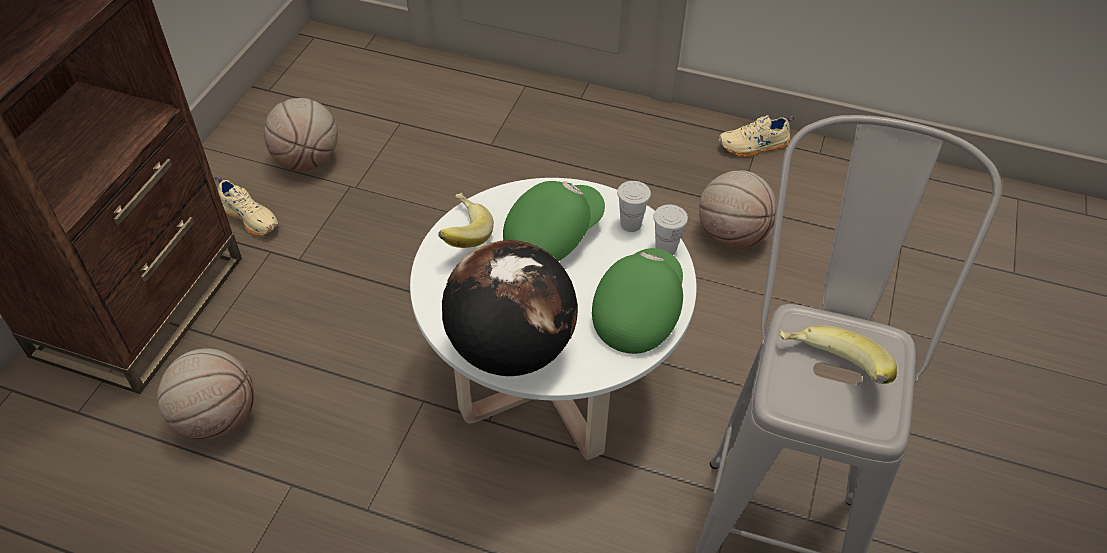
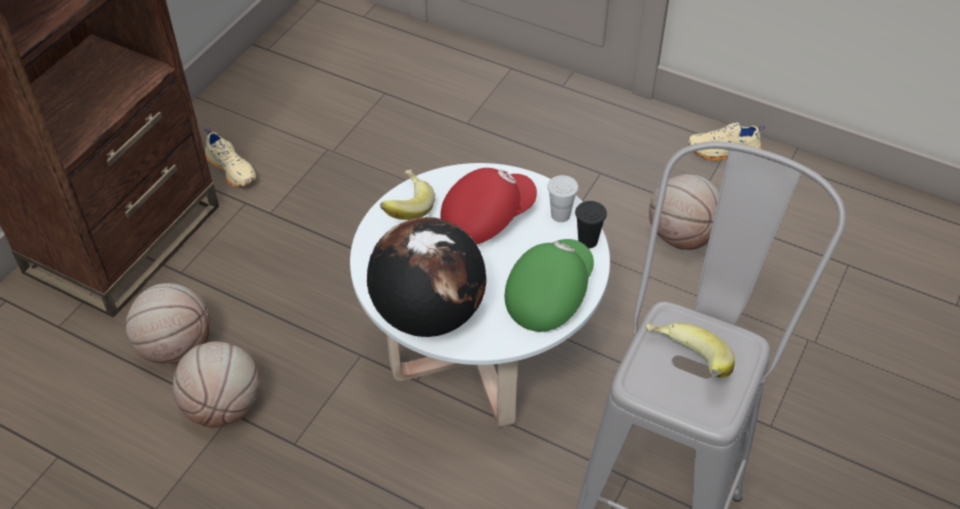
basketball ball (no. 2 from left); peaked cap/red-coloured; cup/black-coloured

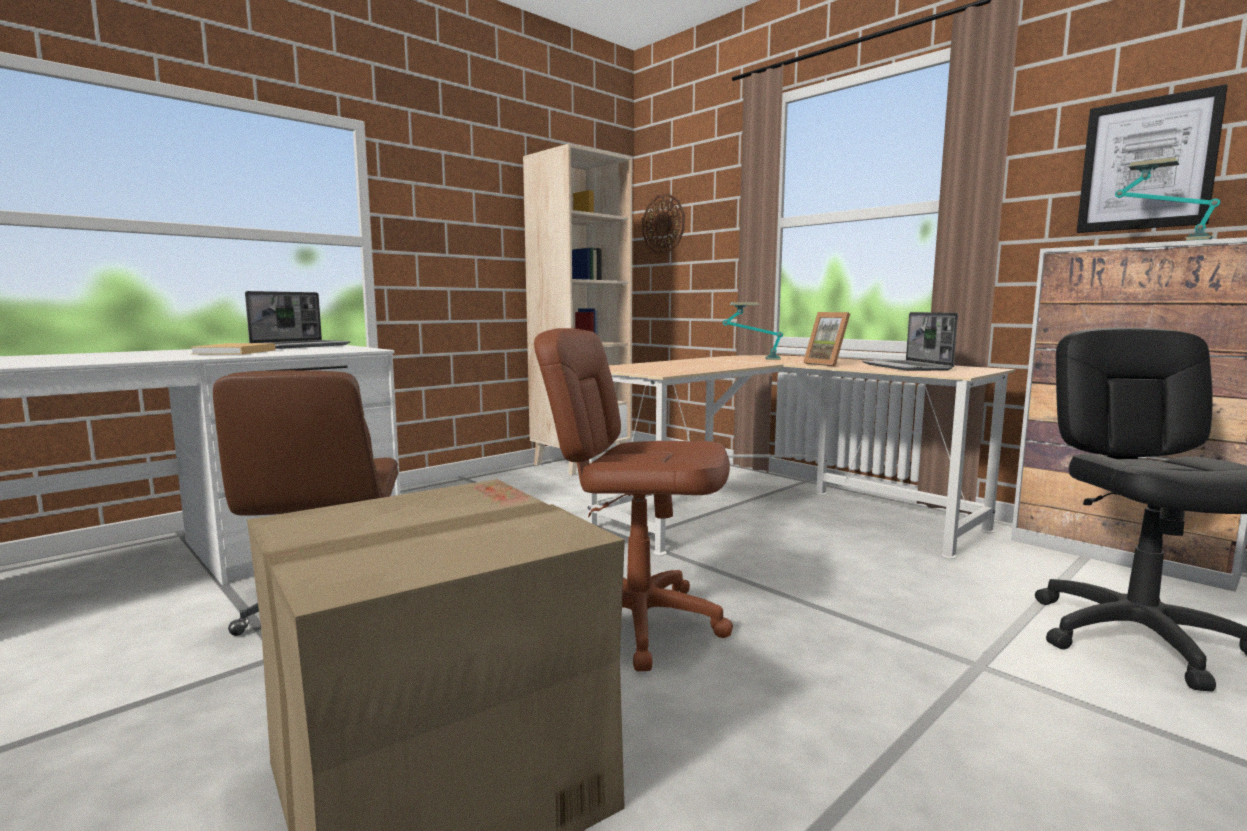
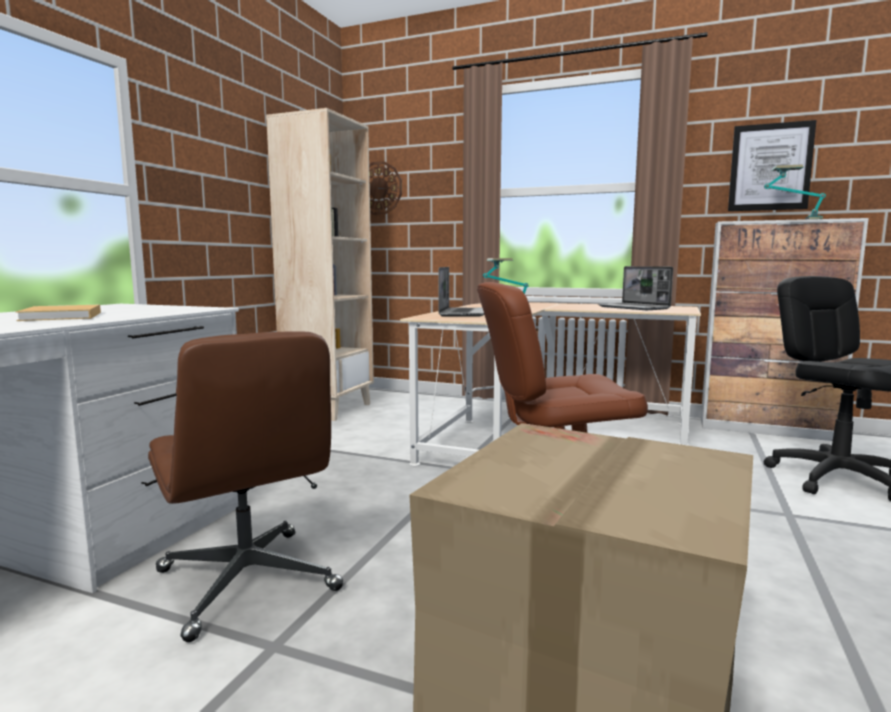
laptop (no. 1 from left); standing frame

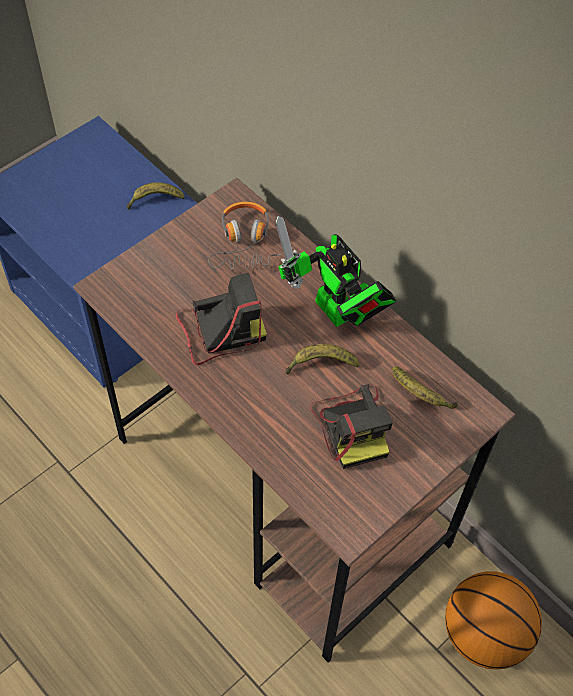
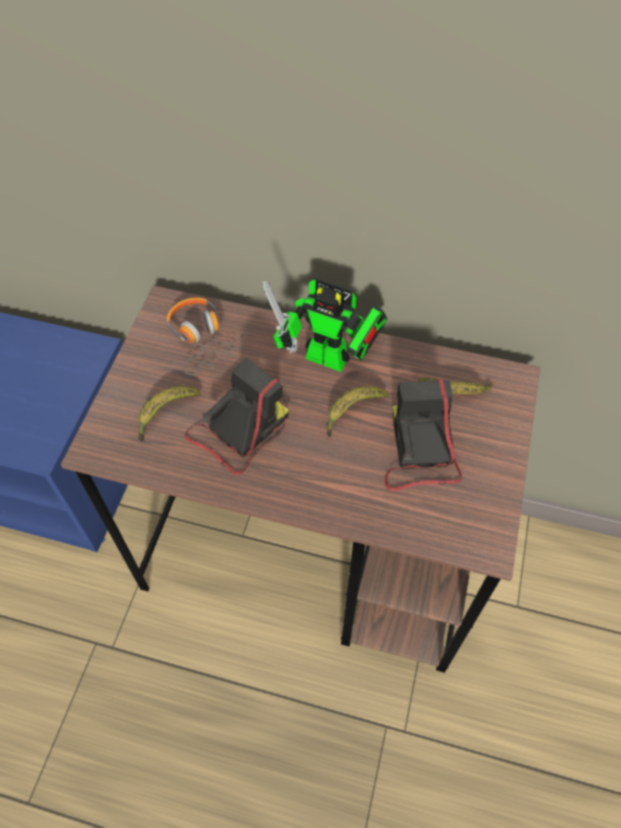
whole banana (no. 1 from left); photo camera (no. 2 from left); basketball ball

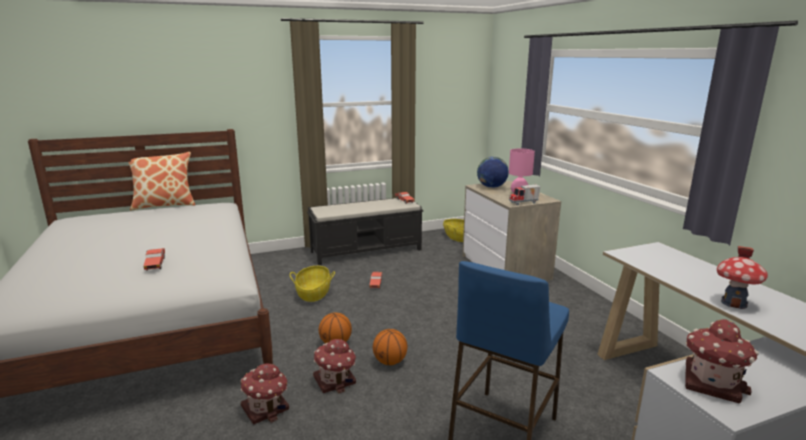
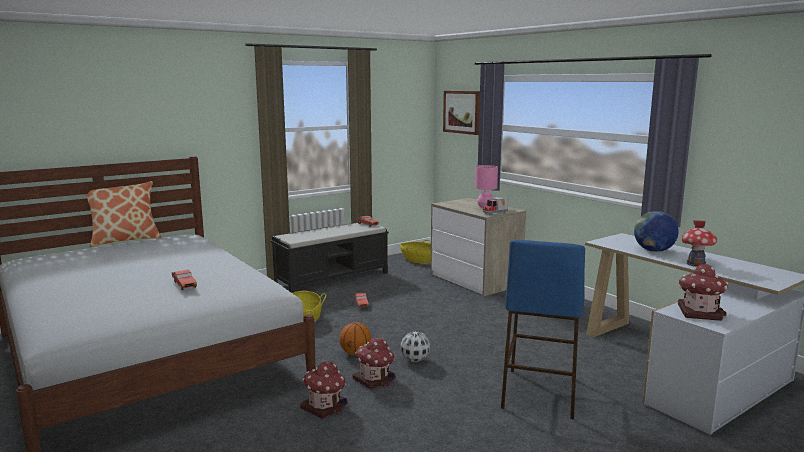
ball for football; globe; wall art

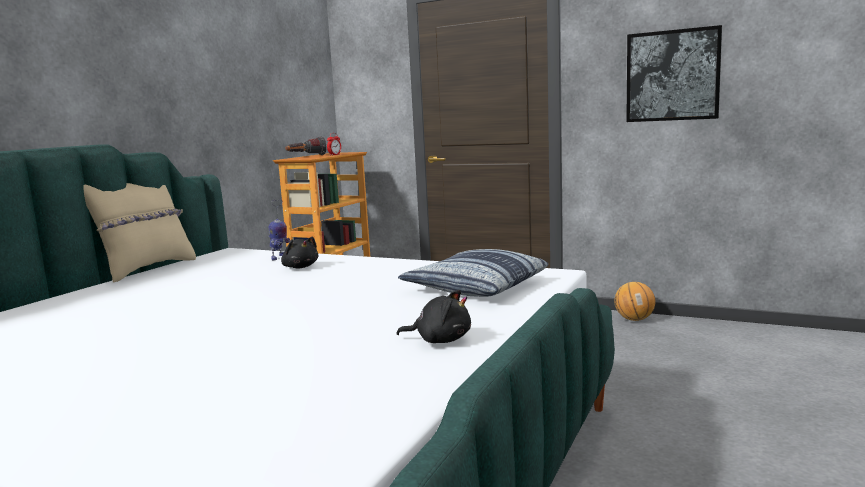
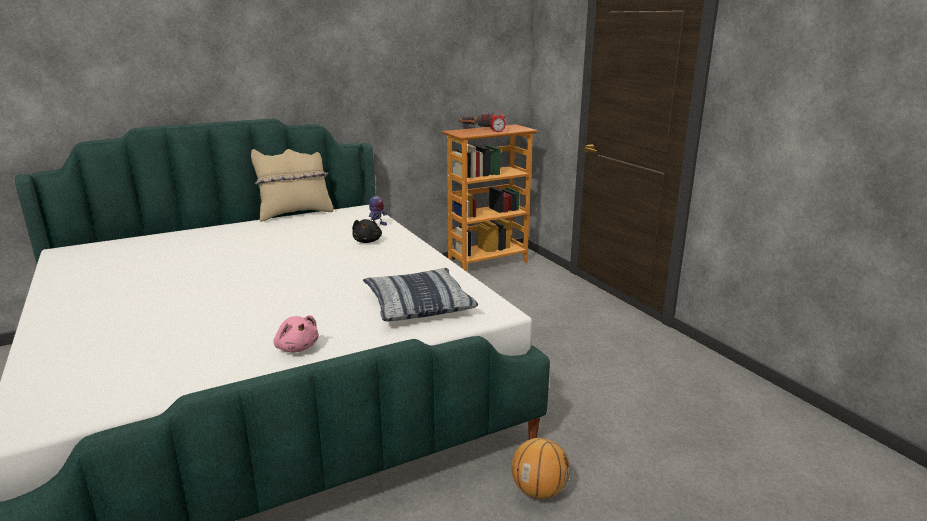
soft toy/pinkish; basketball ball; wall art

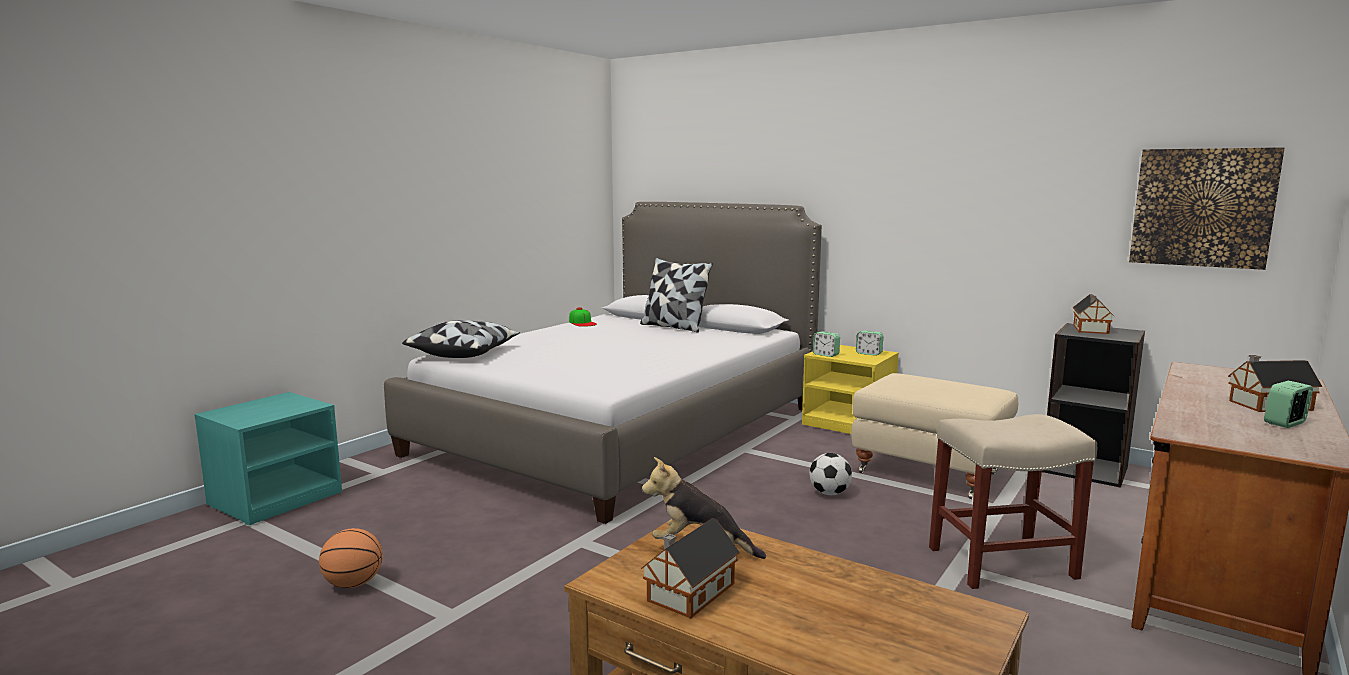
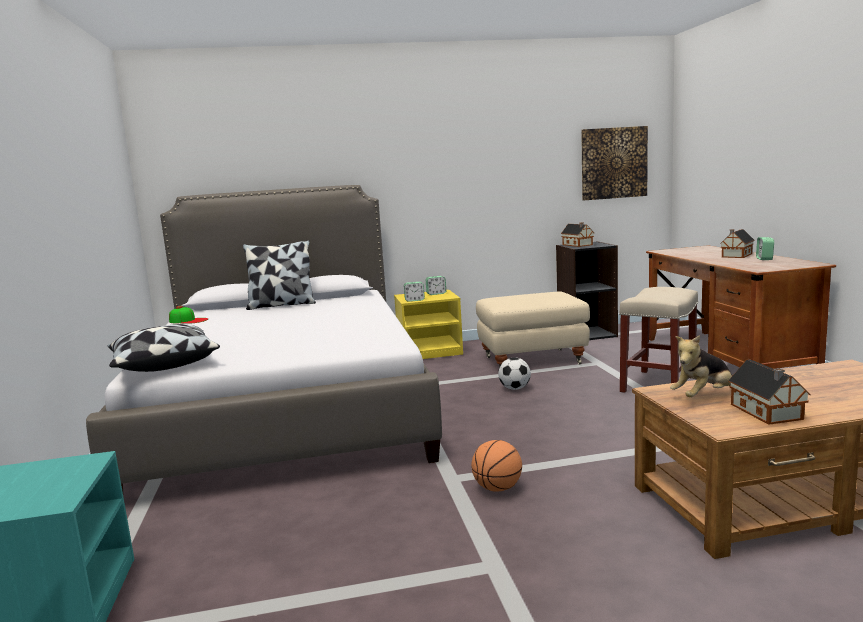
basketball ball

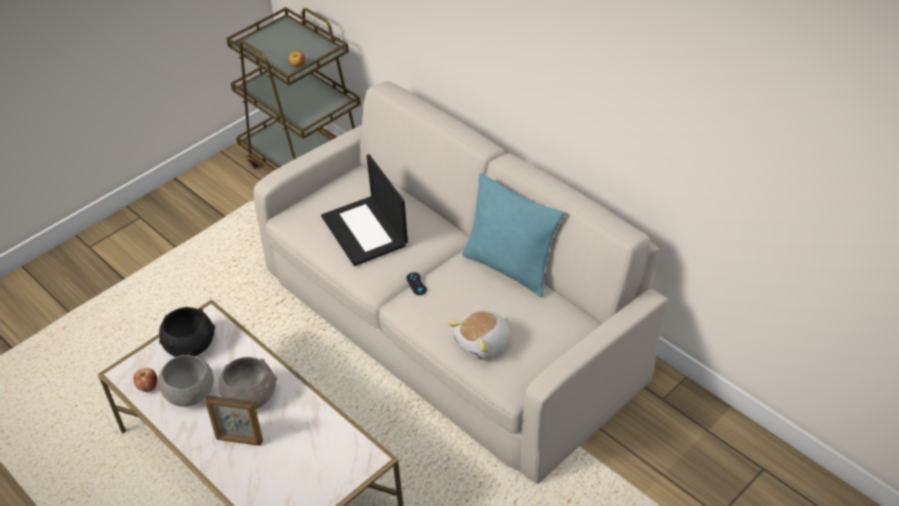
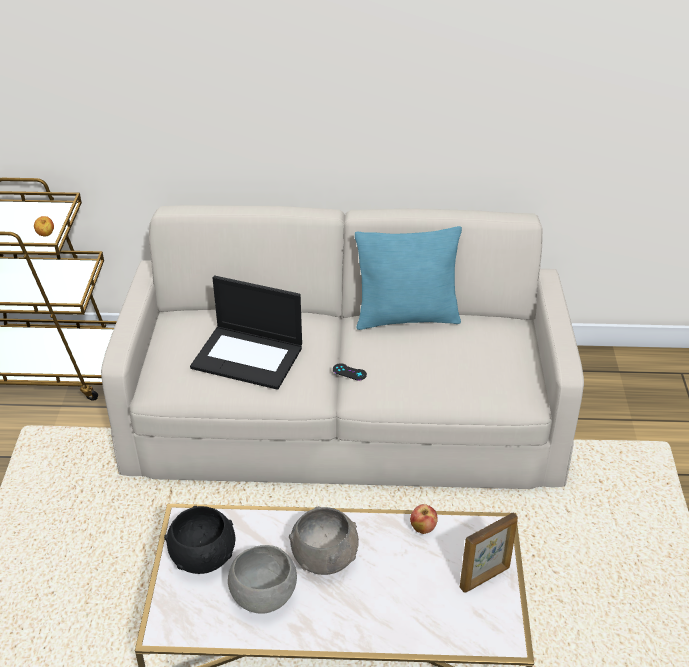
apple fruit (no. 2 from left); standing frame; soft toy

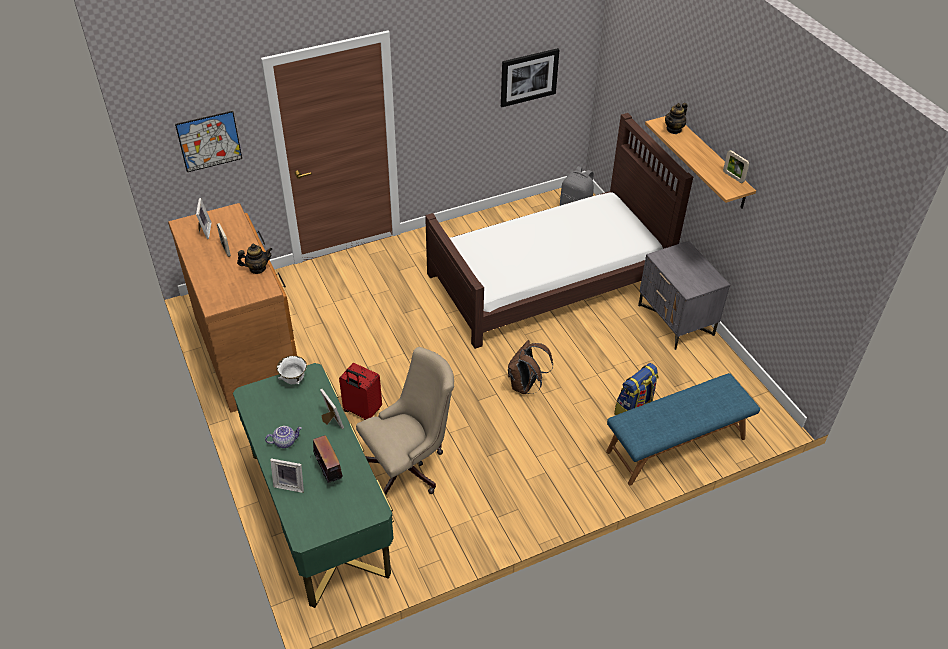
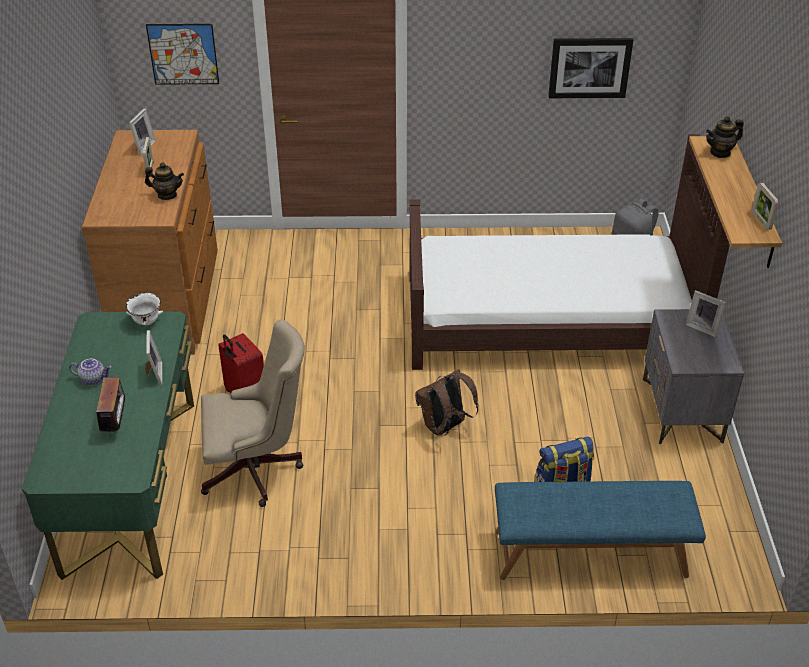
standing frame (no. 4 from left)

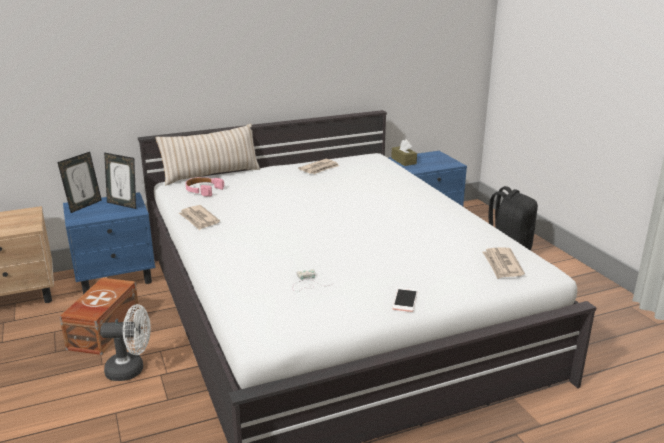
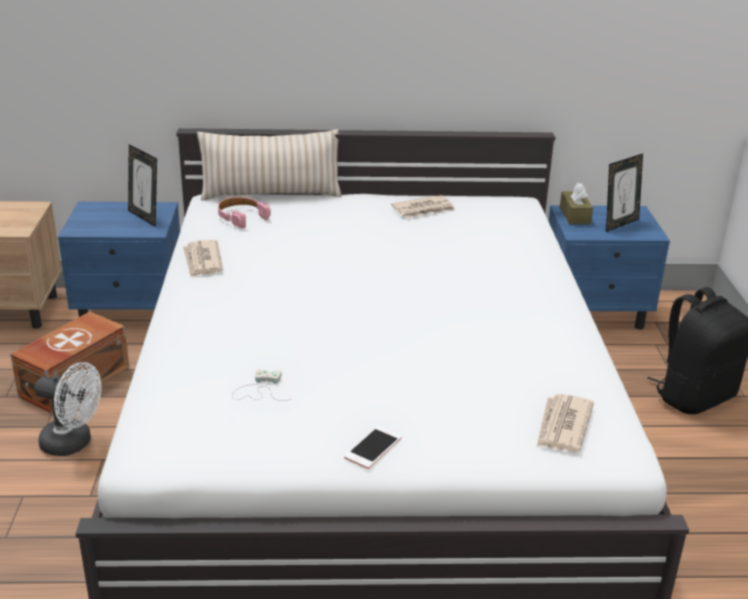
standing frame (no. 2 from left)

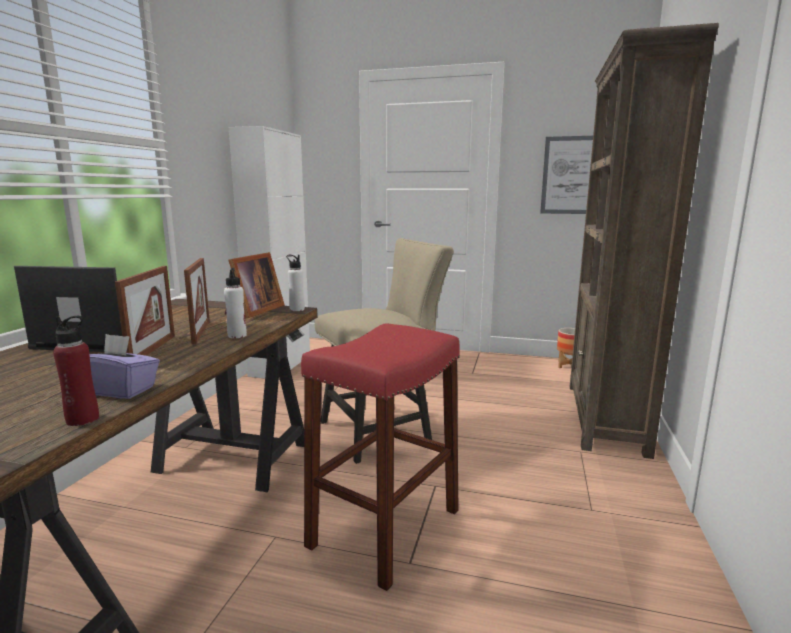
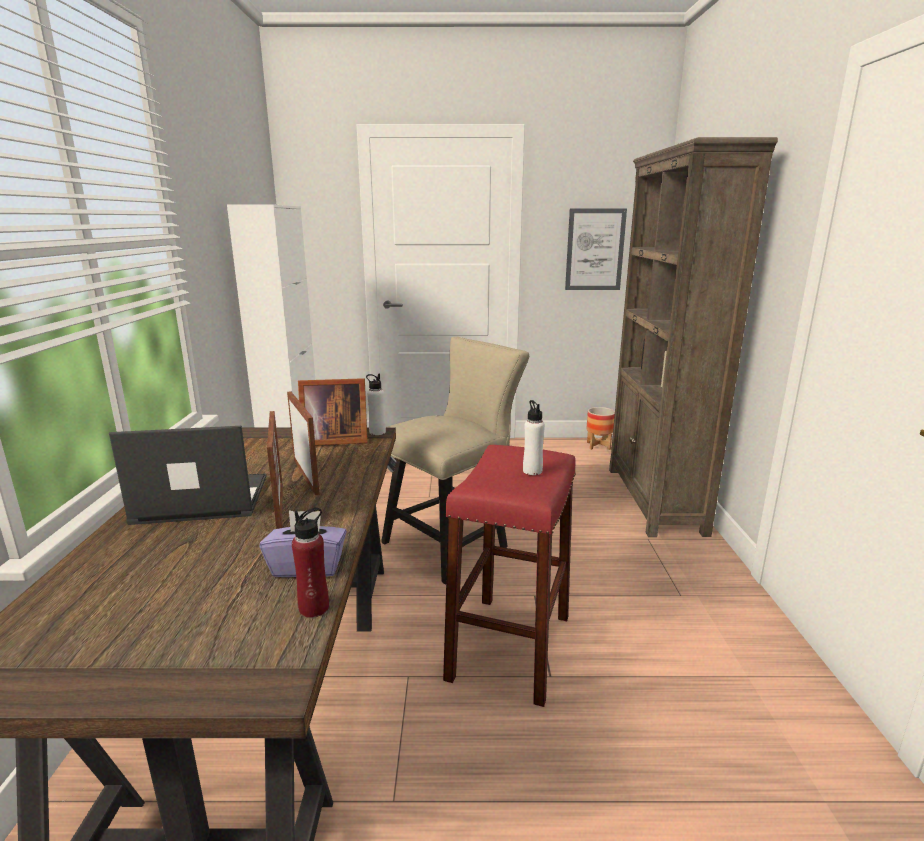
drink bottle/whitish (no. 2 from left); standing frame (no. 3 from left)

